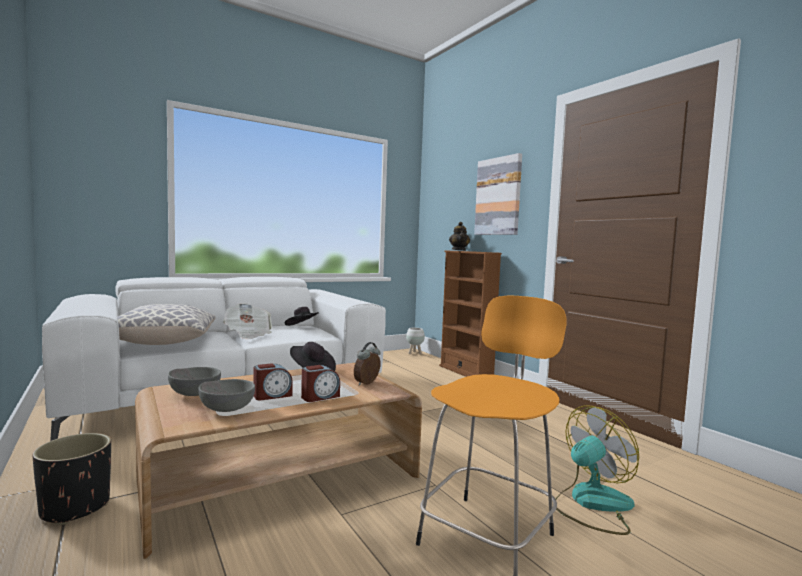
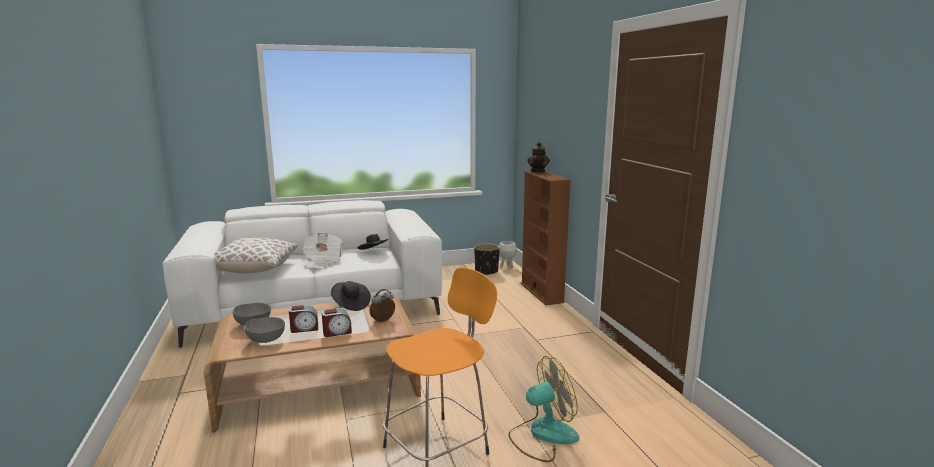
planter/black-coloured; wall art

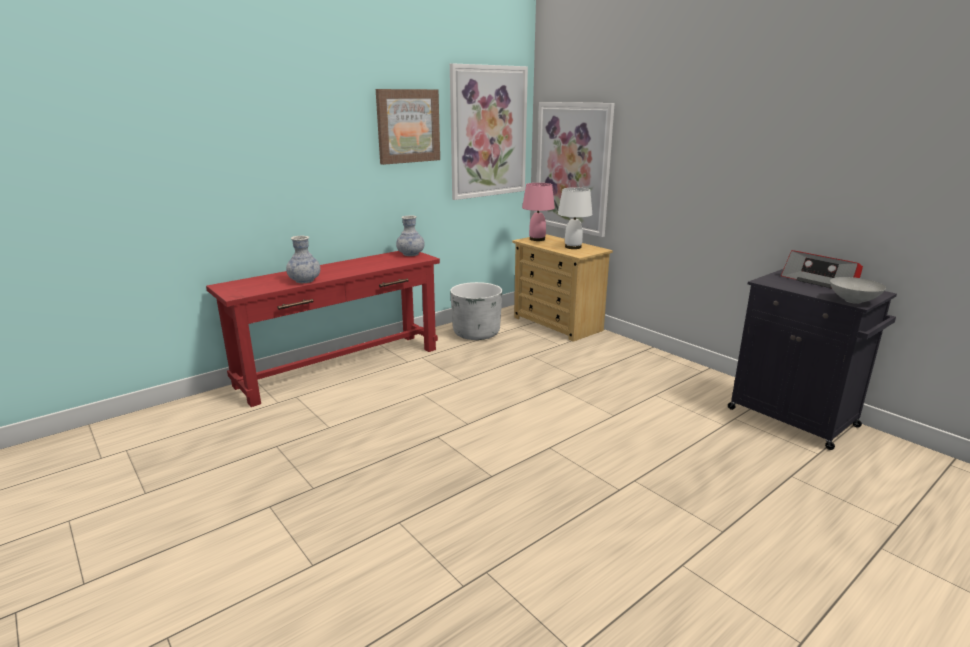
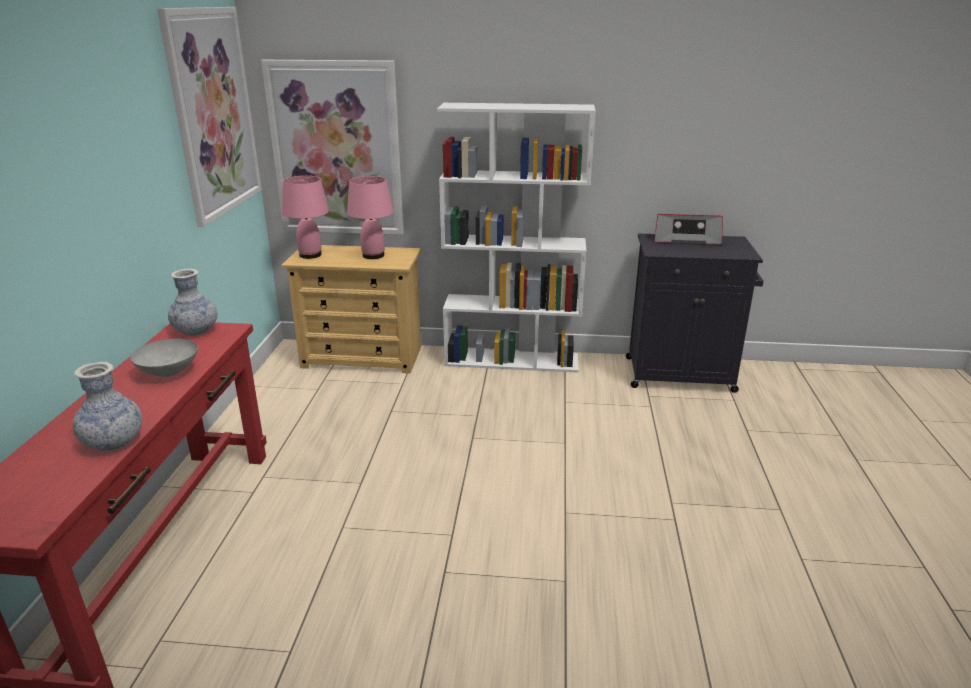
wall art (no. 1 from left in the first image); planter/whitish; tabletop lamp/pinkish (no. 2 from left); deep dish/greyish; shelving unit/whitish

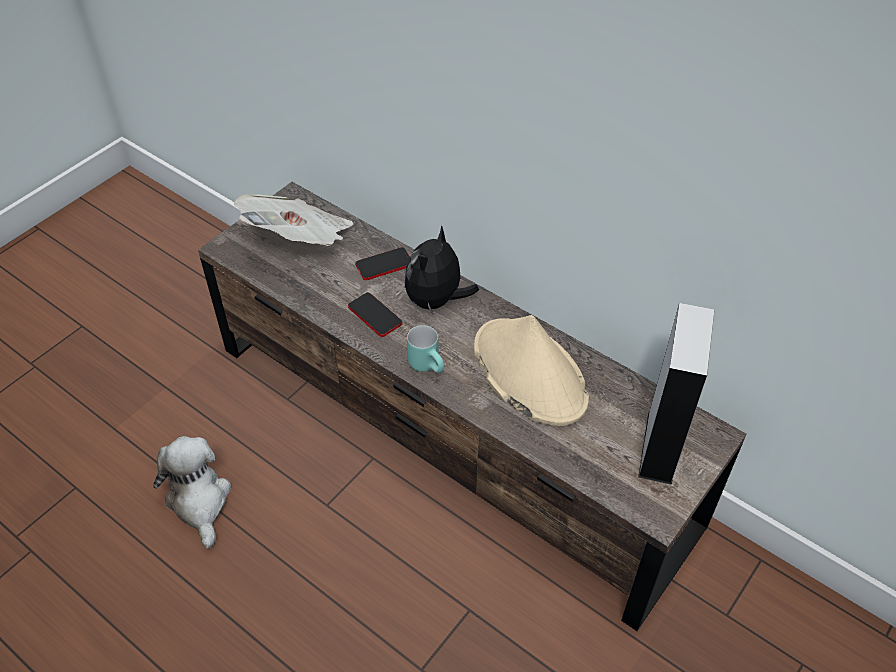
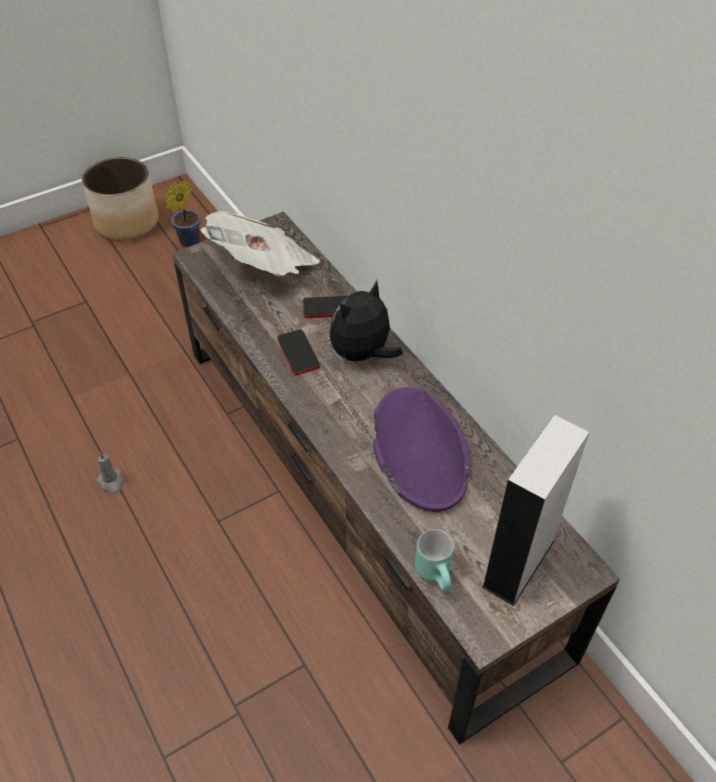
candle/greyish; mug/turquoise-coloured; wearable hat/purplish; planter; houseplant

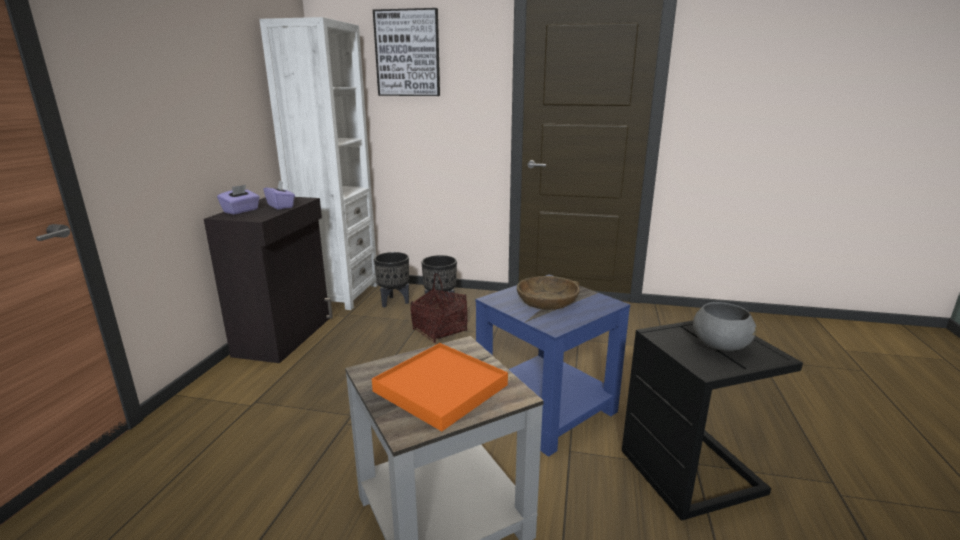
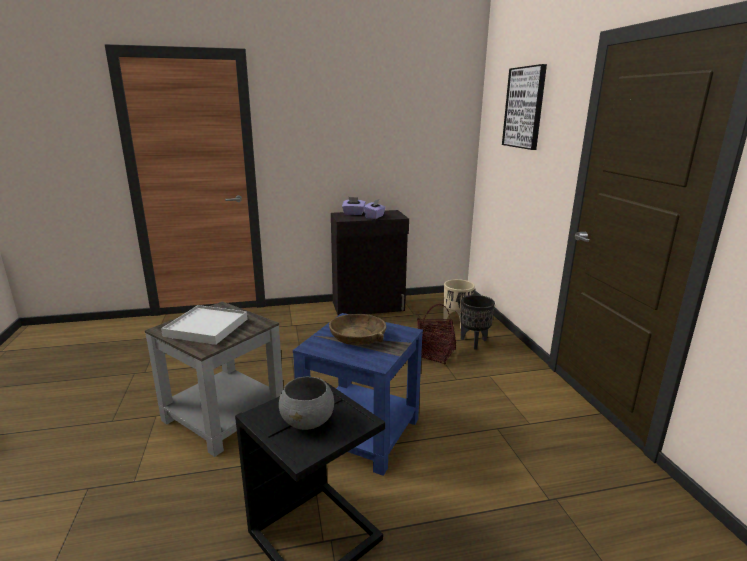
shelving unit/whitish; serving tray/whitish; planter/sand-coloured

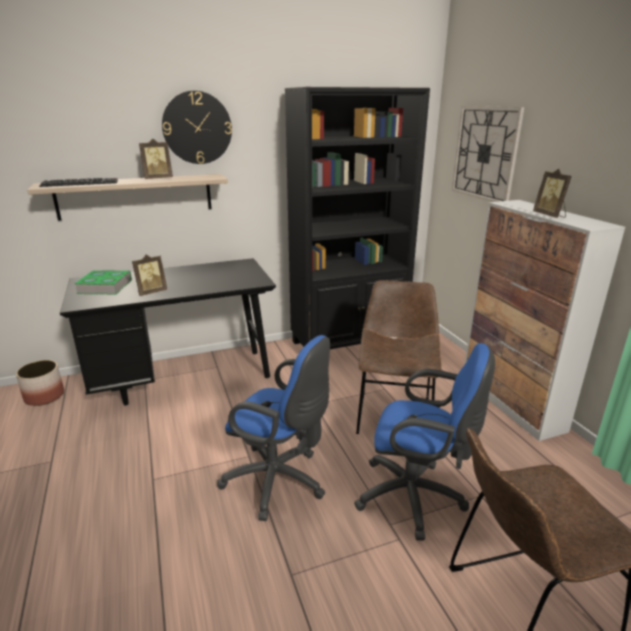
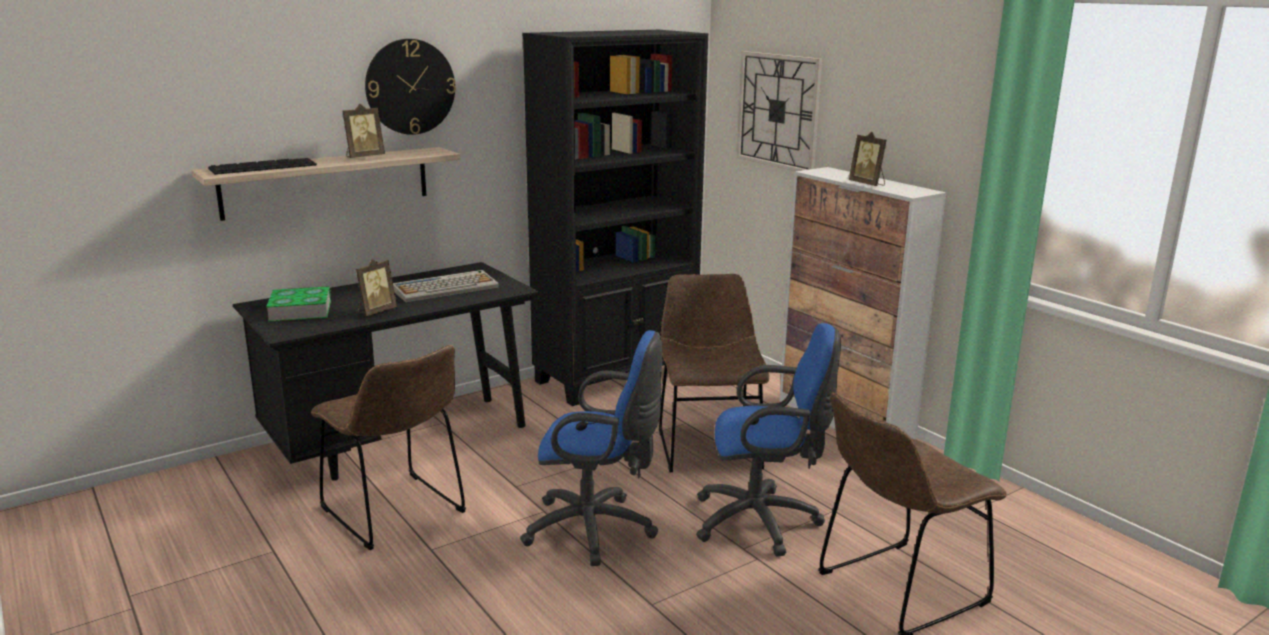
planter; plain chair/brownish (no. 1 from left); computer keyboard (no. 2 from left)

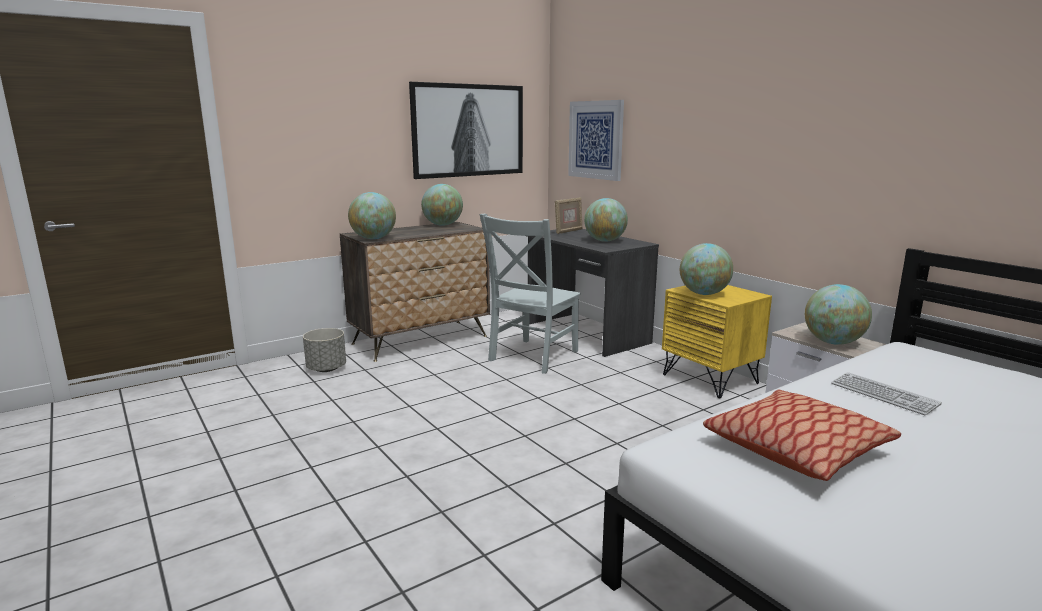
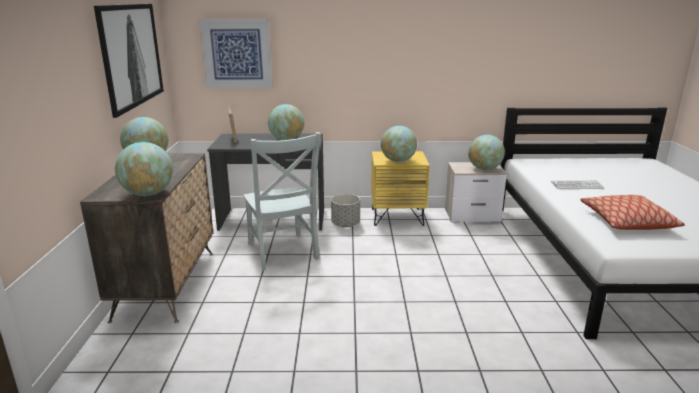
planter/greyish

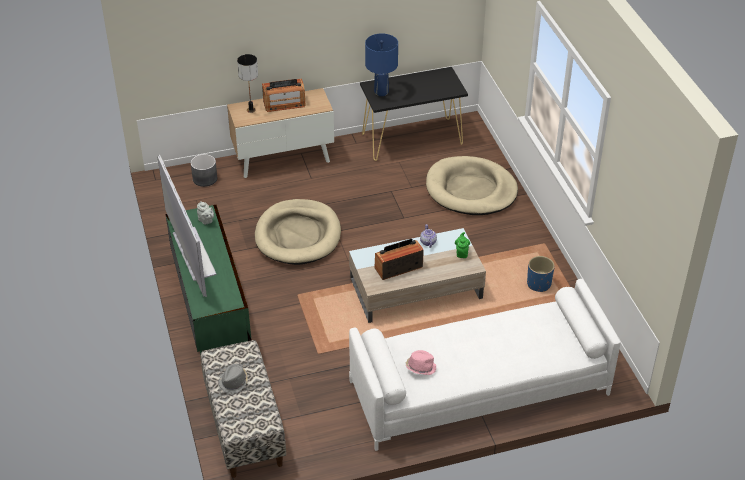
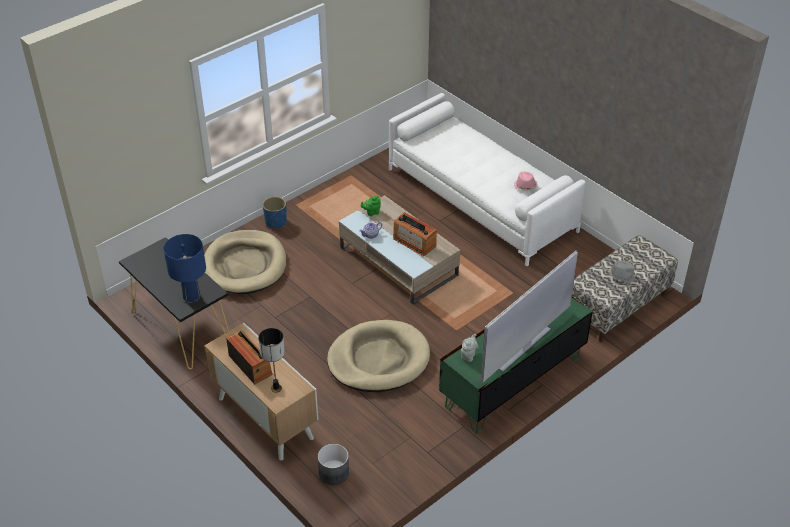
planter/bluish

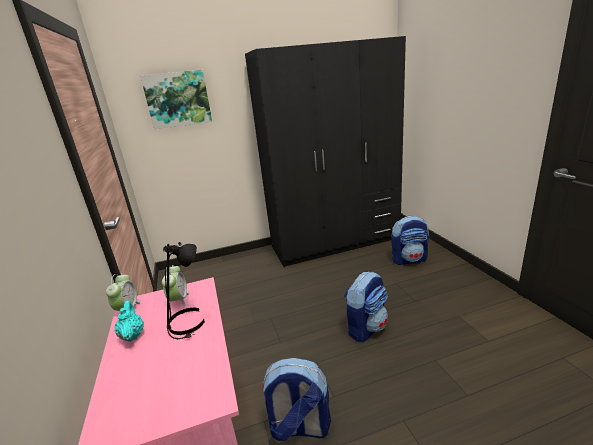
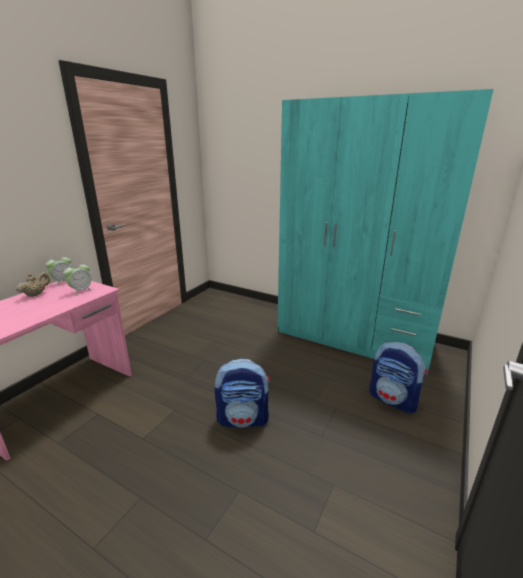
pot for tea/sand-coloured; wall art; tabletop lamp/black-coloured; armoire/turquoise-coloured; rucksack (no. 1 from left in the first image)

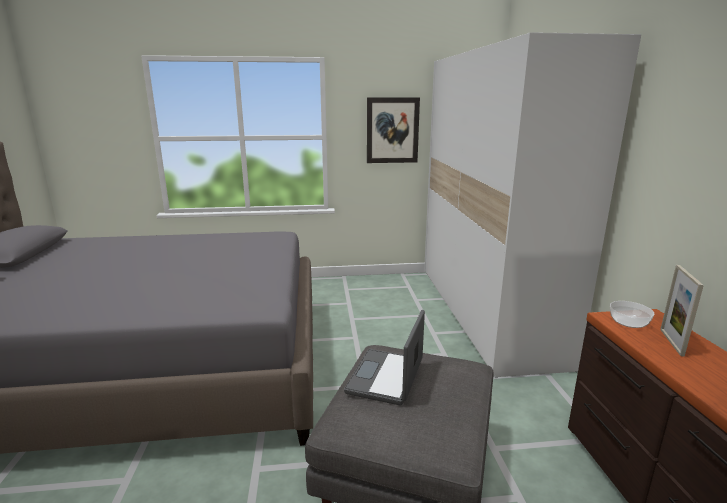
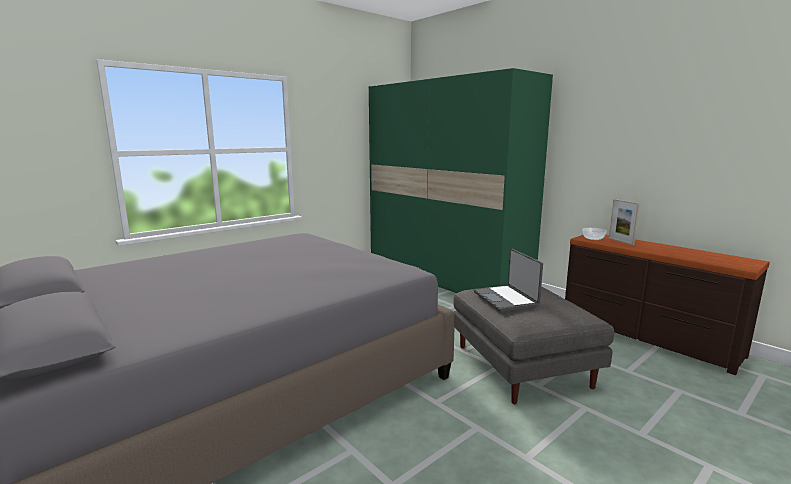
wall art; armoire/green

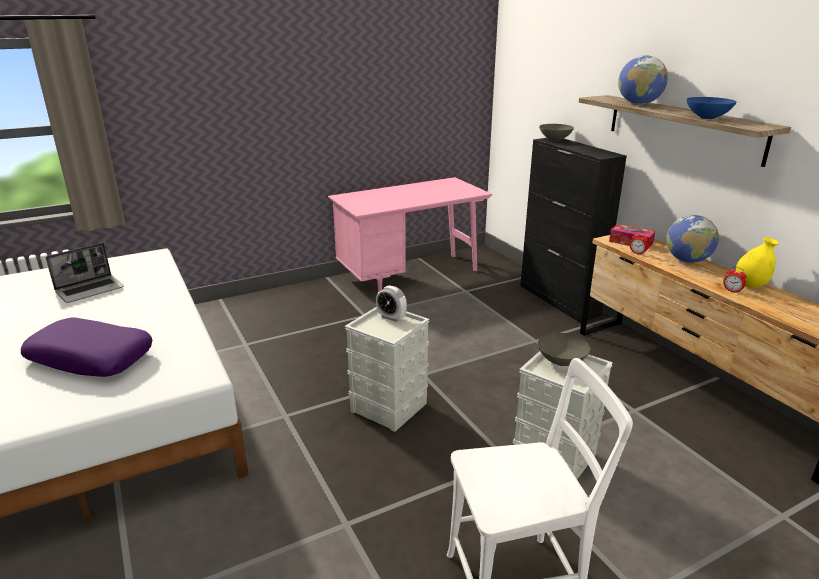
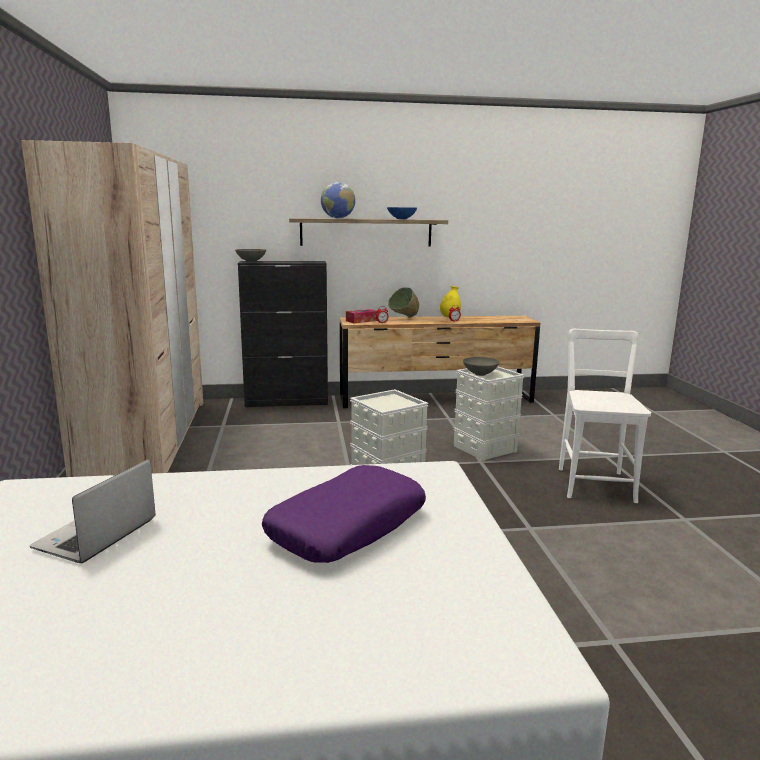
laptop; armoire/sand-coloured; alarm clock (no. 1 from left in the first image); deep dish/green

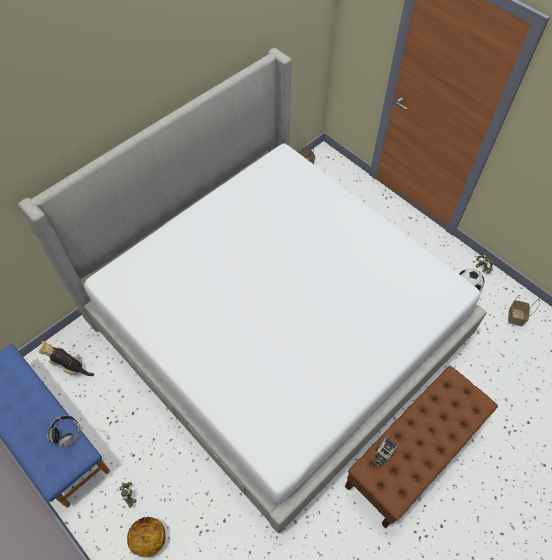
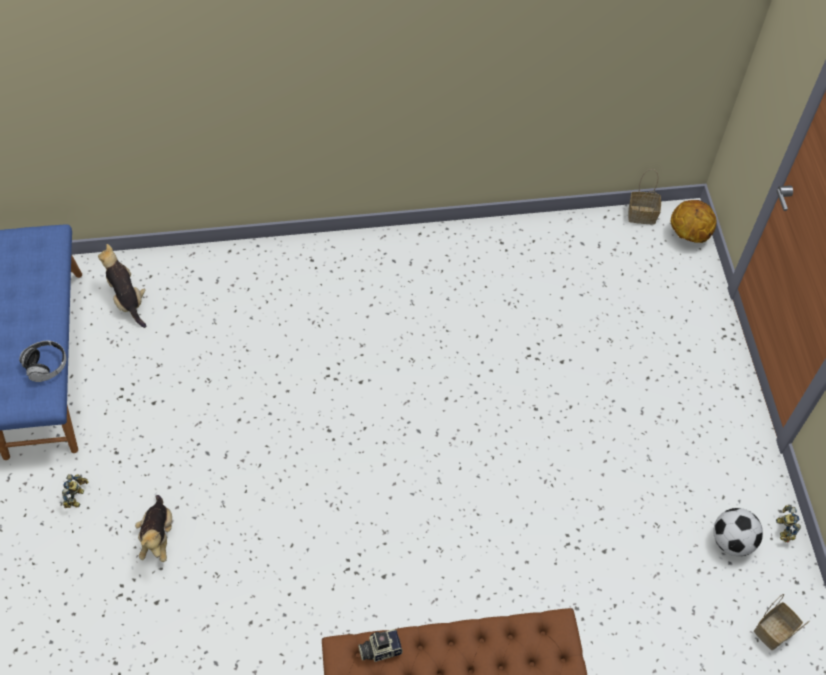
sleeping bed; basketball ball; soft toy (no. 2 from left)

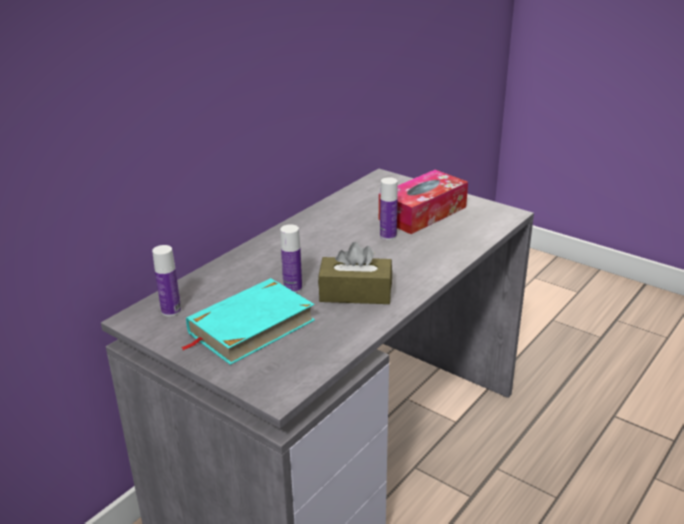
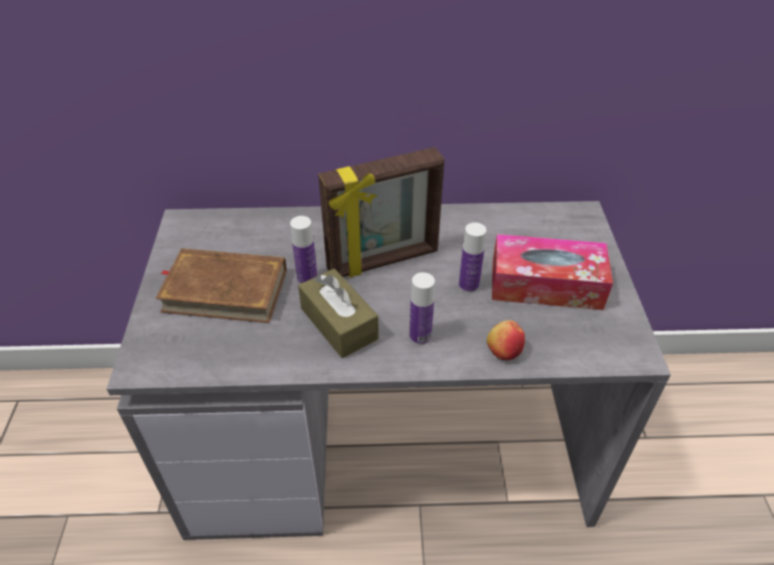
drink bottle (no. 2 from left); book/brownish; standing frame; apple fruit

